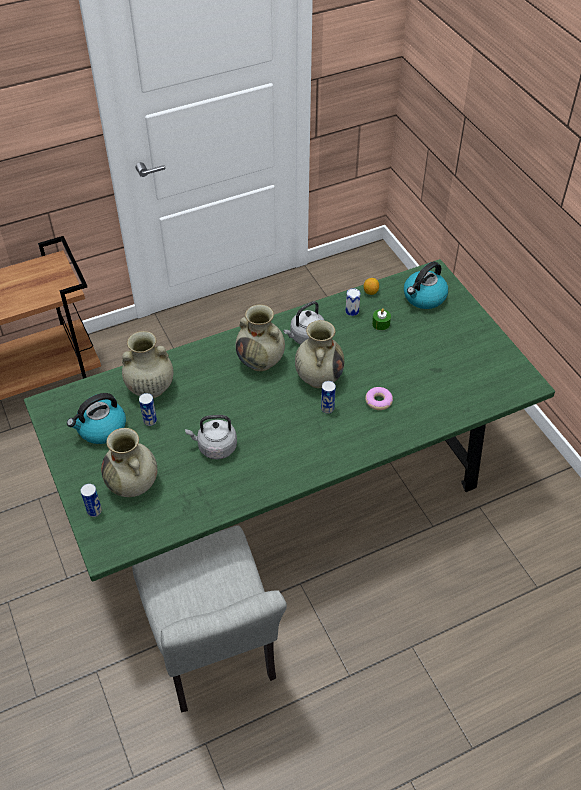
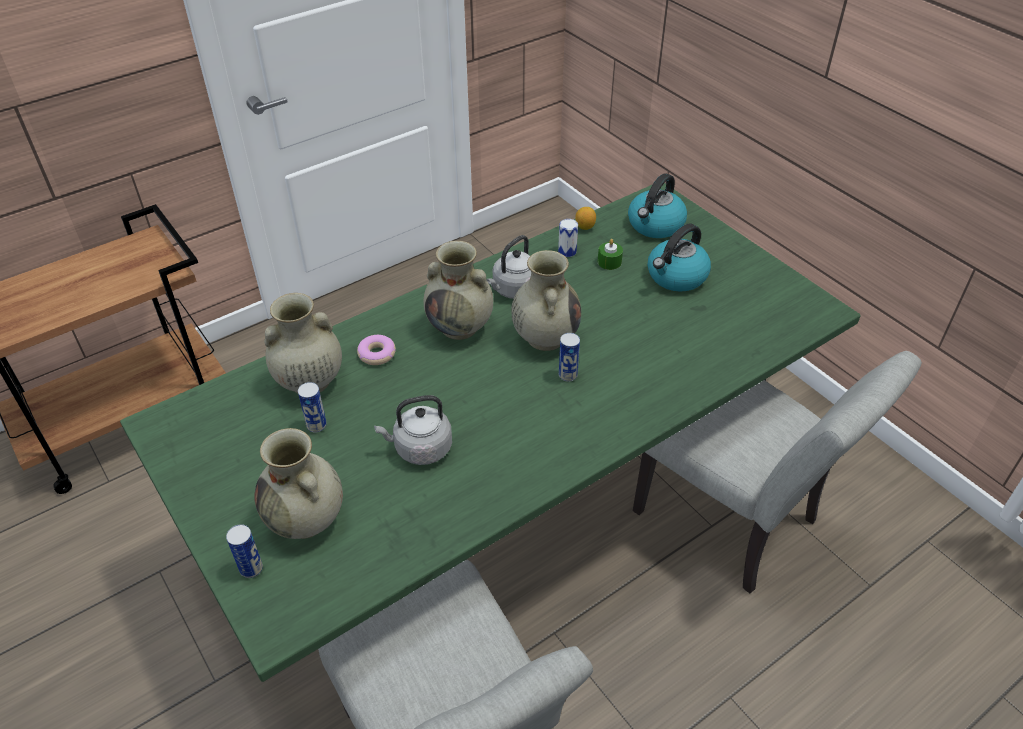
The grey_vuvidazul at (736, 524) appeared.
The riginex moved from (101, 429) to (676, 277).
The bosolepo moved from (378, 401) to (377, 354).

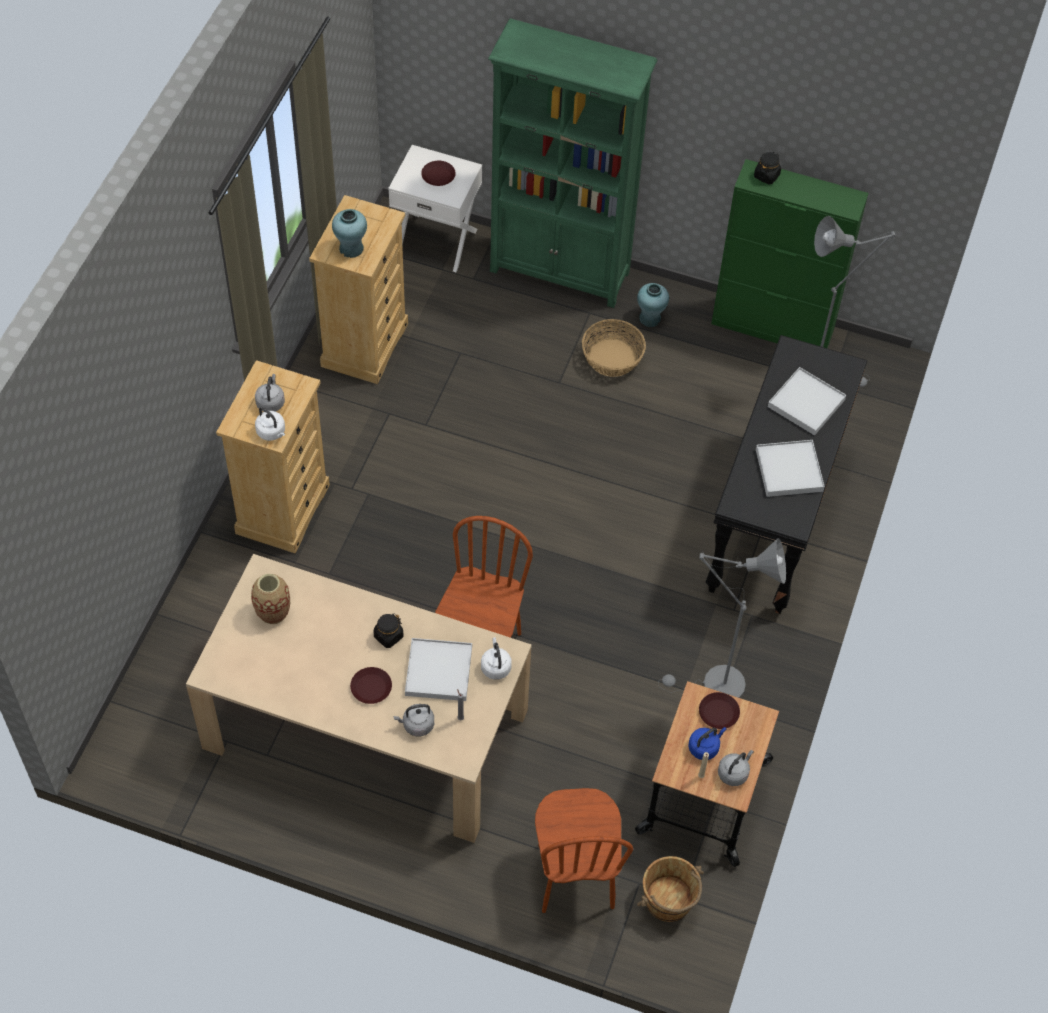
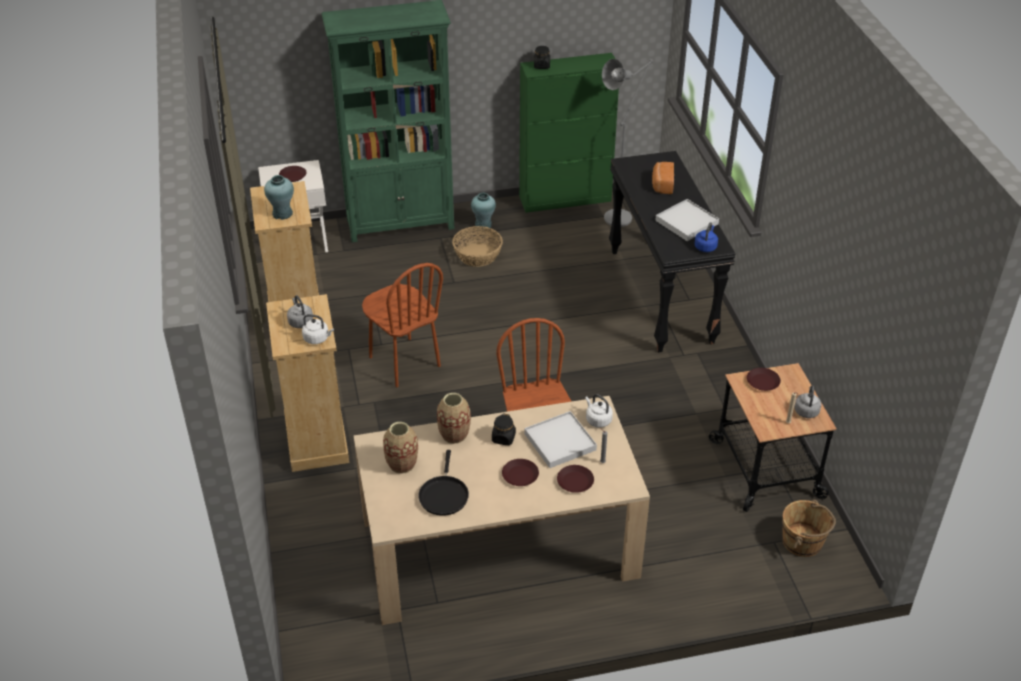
The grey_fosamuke at (715, 685) disappeared.
The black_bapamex at (443, 495) appeared.
The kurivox at (454, 434) appeared.
The brown_vuvidazul moved from (575, 876) to (404, 362).
The blue_riginex moved from (704, 747) to (705, 246).
The grey_riginex at (416, 725) was replaced by the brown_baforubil at (575, 482).
The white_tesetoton at (806, 403) was replaced by the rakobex at (662, 185).

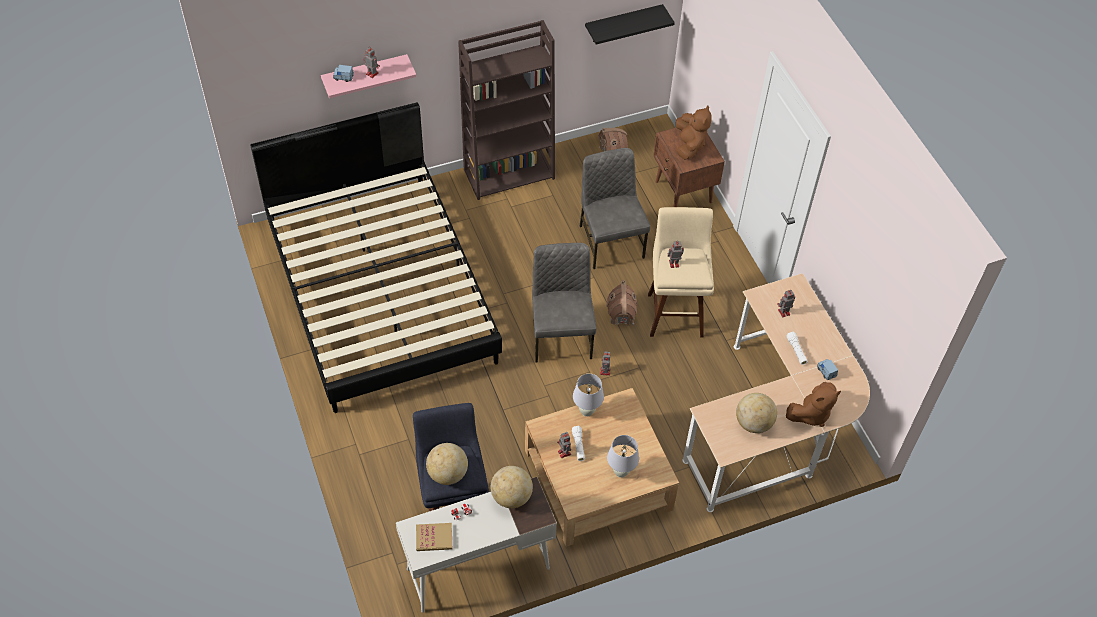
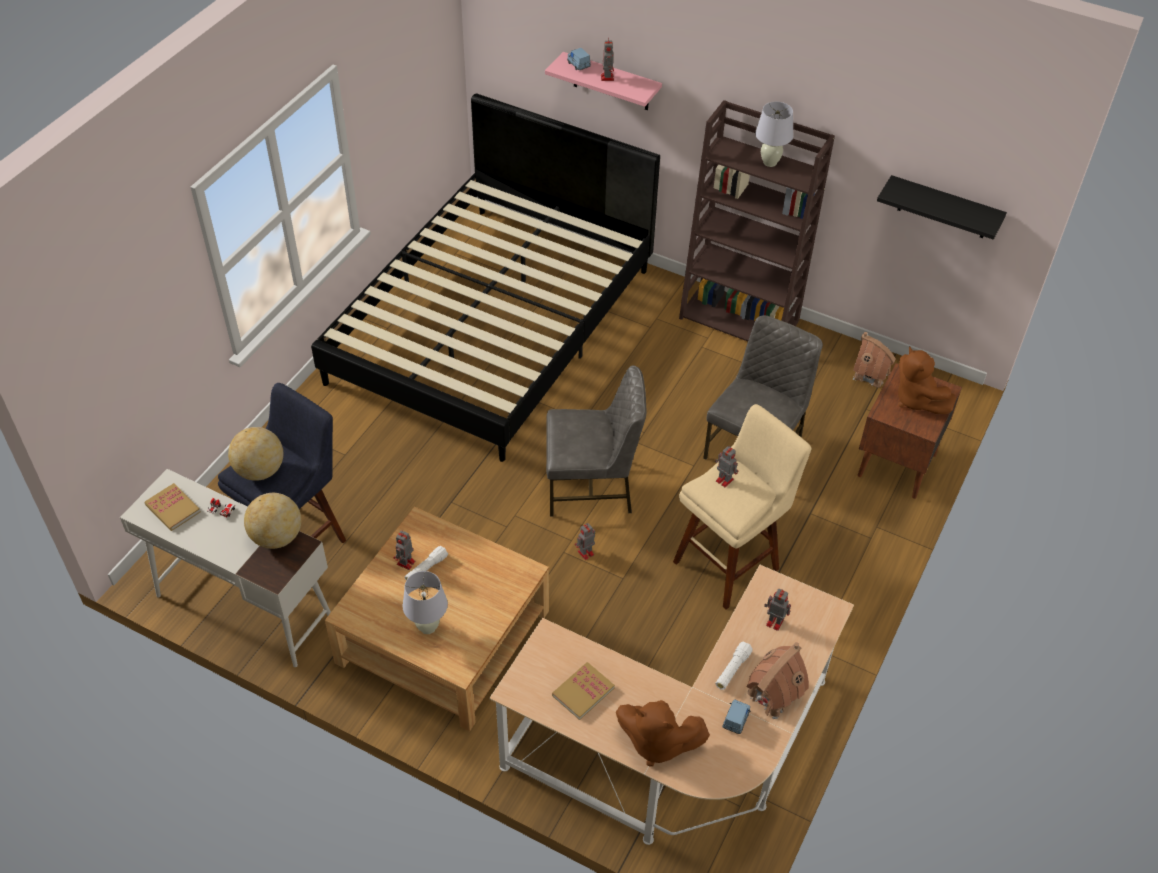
The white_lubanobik moved from (586, 411) to (769, 162).
The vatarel moved from (621, 315) to (773, 693).
The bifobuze at (753, 423) was replaced by the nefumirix at (583, 692).
The grey_vuvidazul at (561, 334) turned 45 degrees clockwise.
The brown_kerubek at (689, 145) turned 105 degrees clockwise.

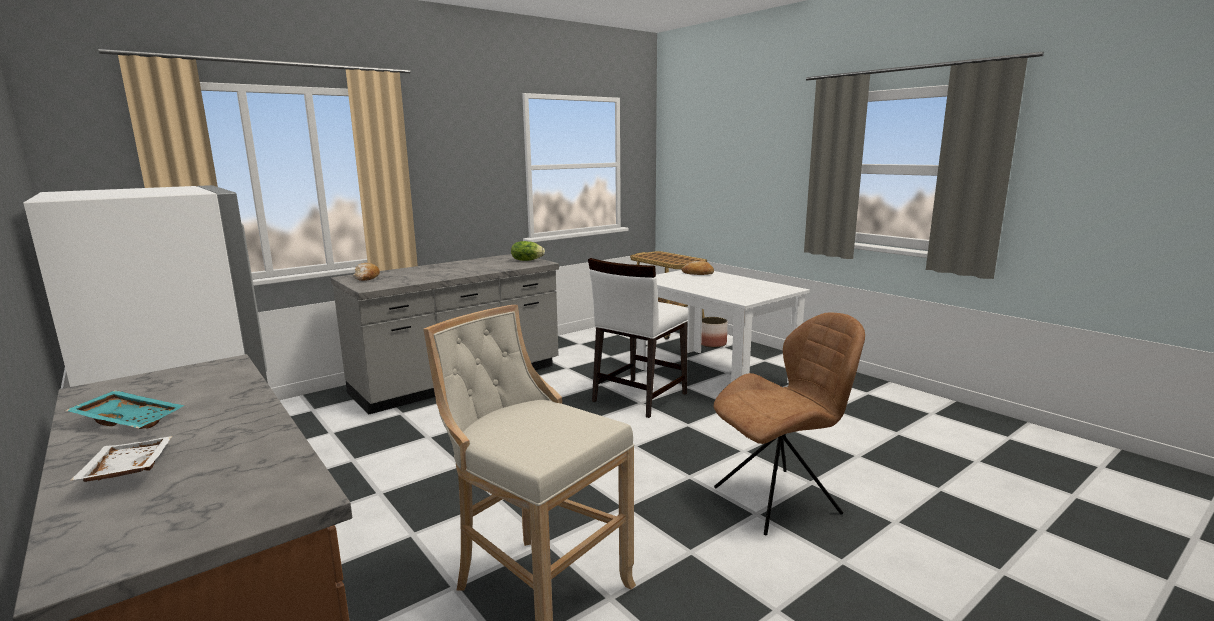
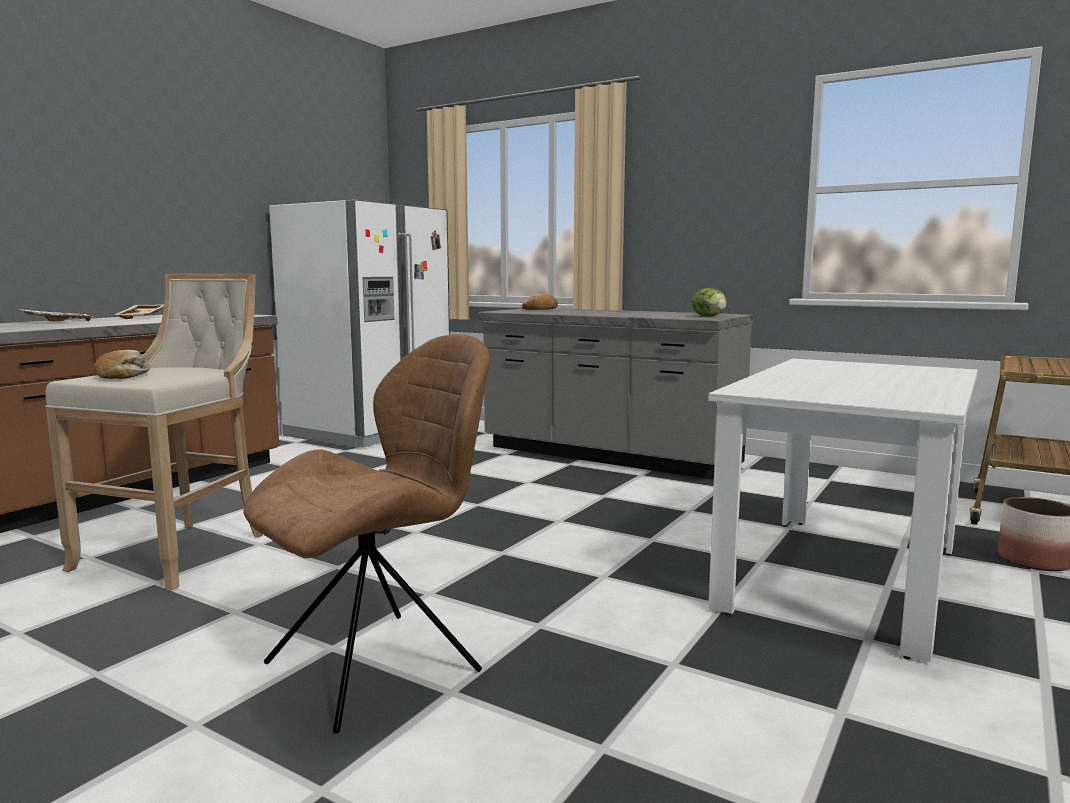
The white_vuvidazul at (638, 397) disappeared.
The rakobex moved from (698, 273) to (124, 376).
The turquoise_tesetoton at (131, 419) became the beige_tesetoton at (143, 317).
The brown_vuvidazul at (780, 499) turned 90 degrees counterclockwise.

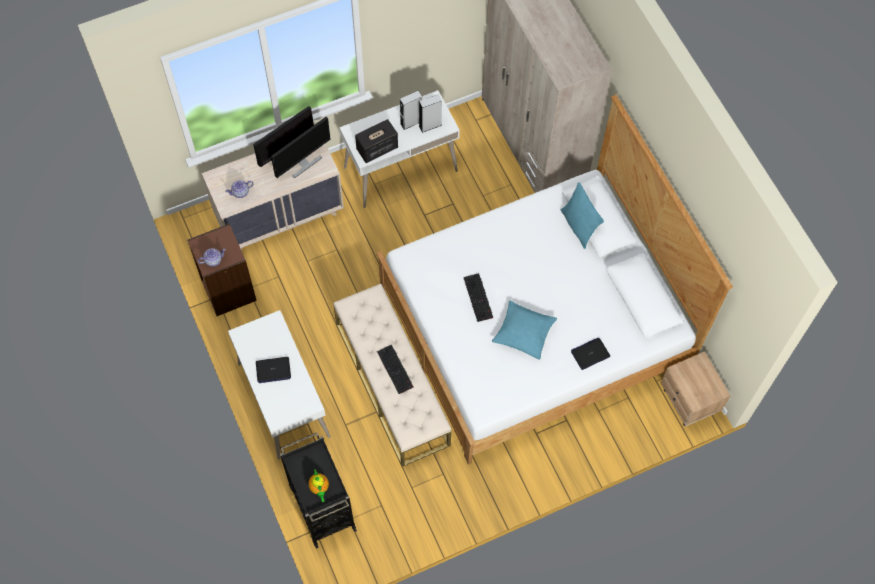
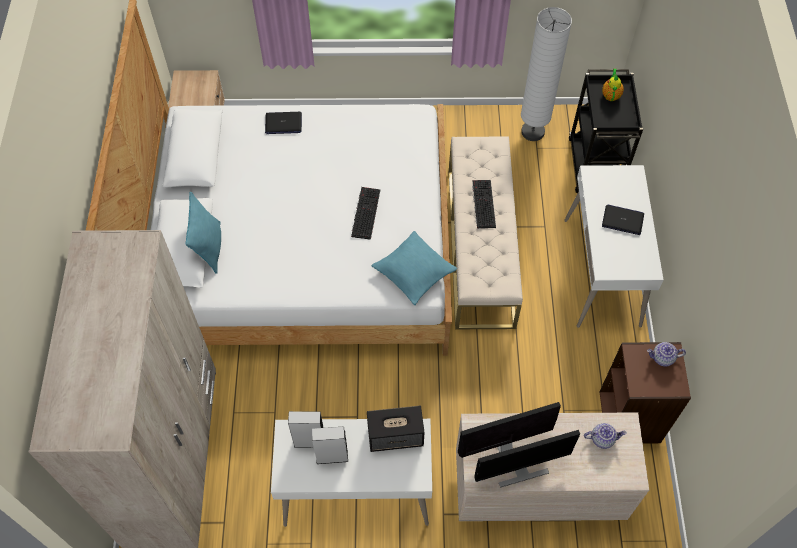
The white_fosamuke at (533, 132) appeared.
The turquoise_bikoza moved from (524, 333) to (414, 272).

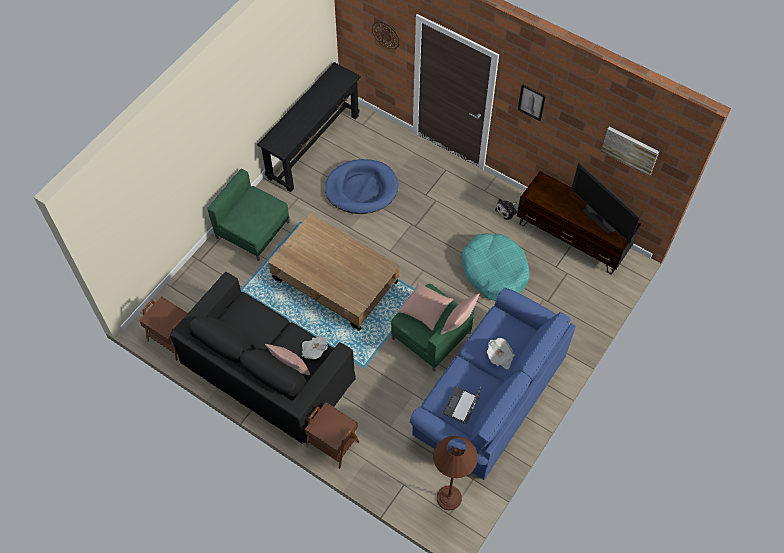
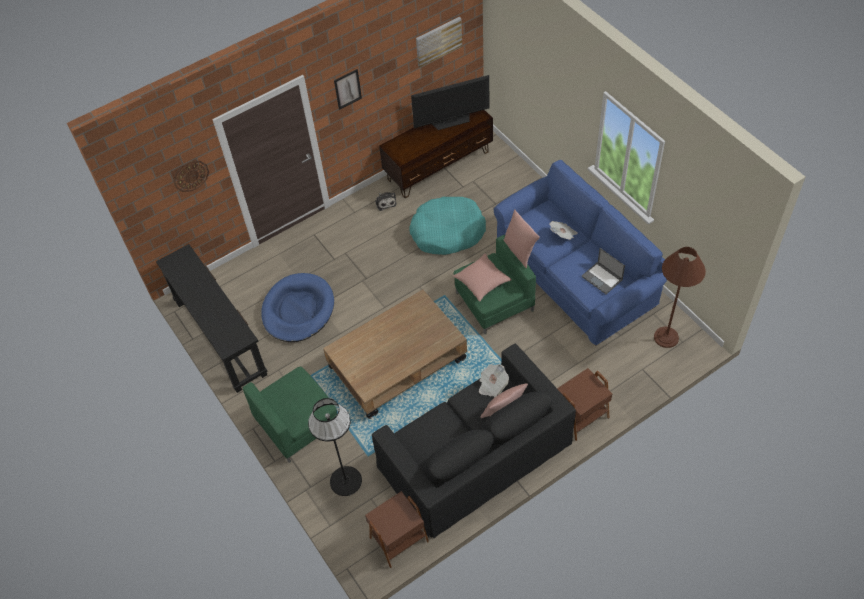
The black_fosamuke at (345, 481) appeared.

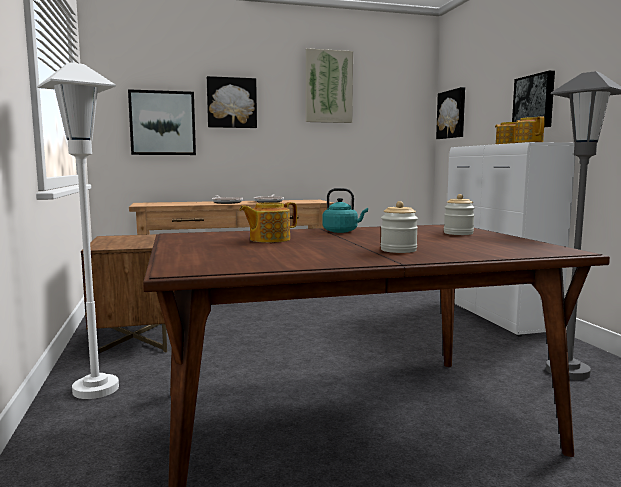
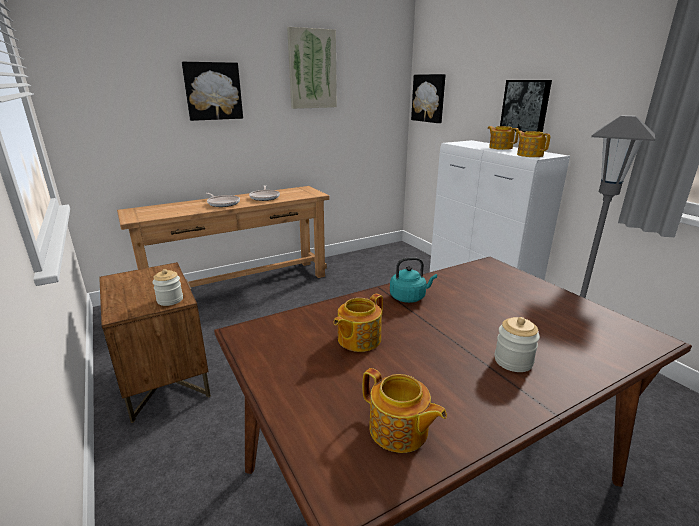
The white_fosamuke at (96, 389) disappeared.
The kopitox at (162, 123) disappeared.
The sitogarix at (399, 430) appeared.
The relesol moved from (458, 233) to (170, 300).

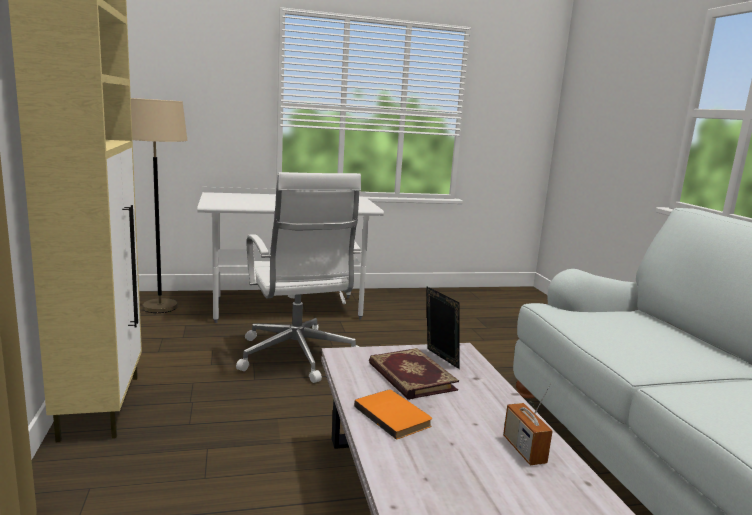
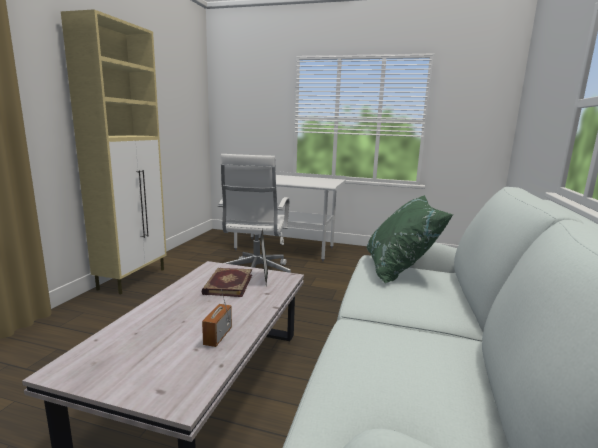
The beige_fosamuke at (160, 307) disappeared.
The orange_nefumirix at (394, 415) disappeared.
The green_bikoza at (399, 270) appeared.

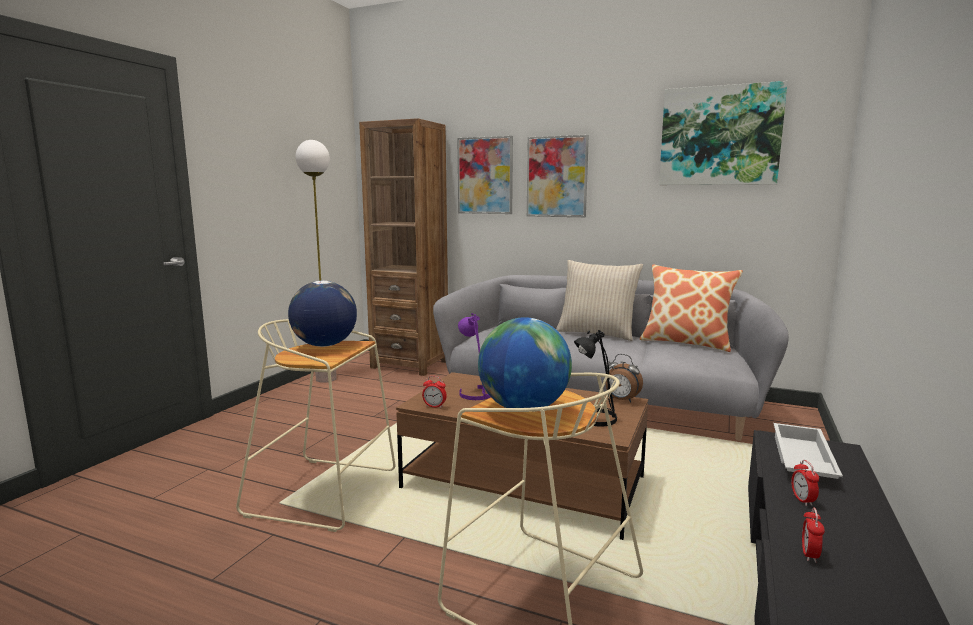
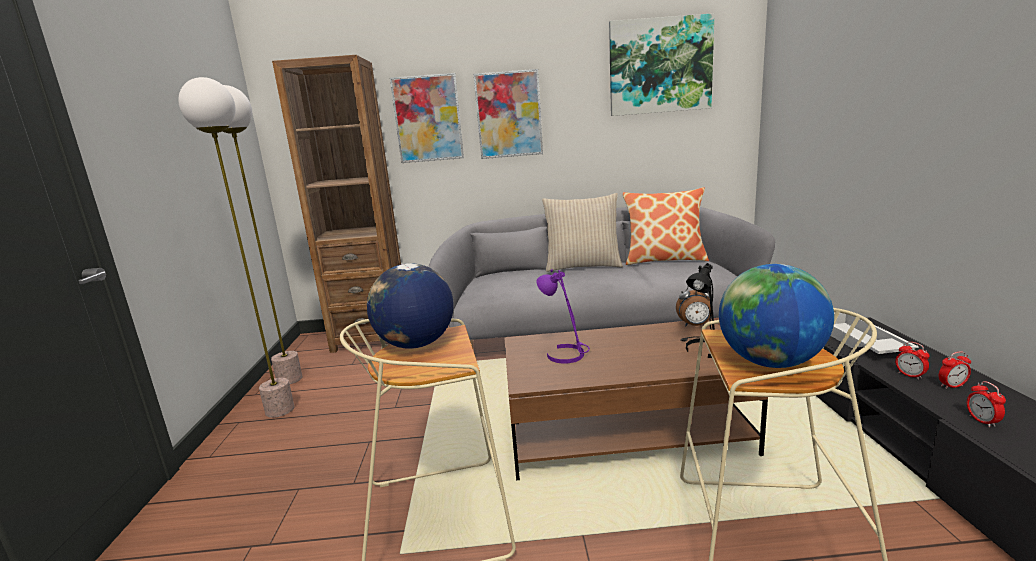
The fosamuke at (279, 410) appeared.
The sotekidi moved from (434, 406) to (952, 386).

